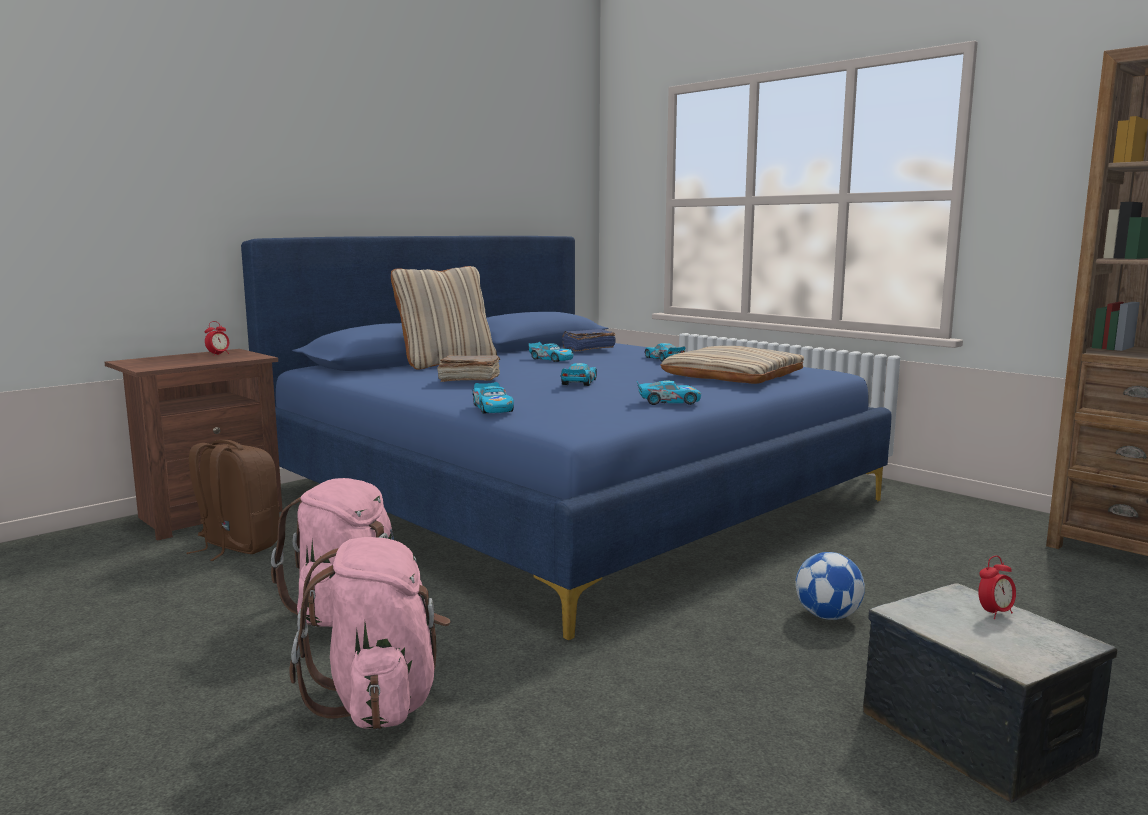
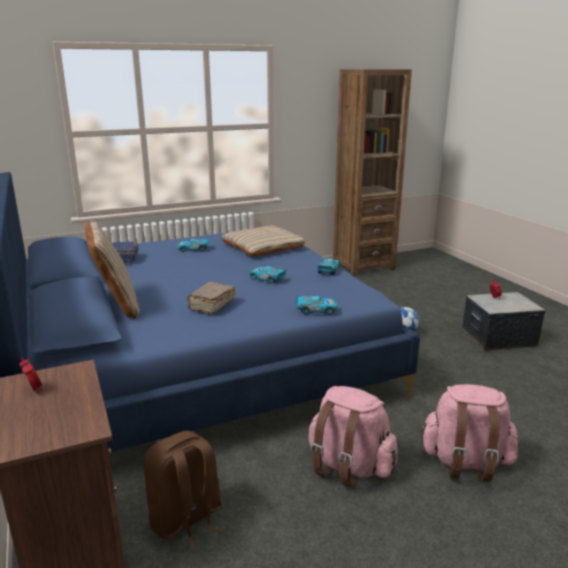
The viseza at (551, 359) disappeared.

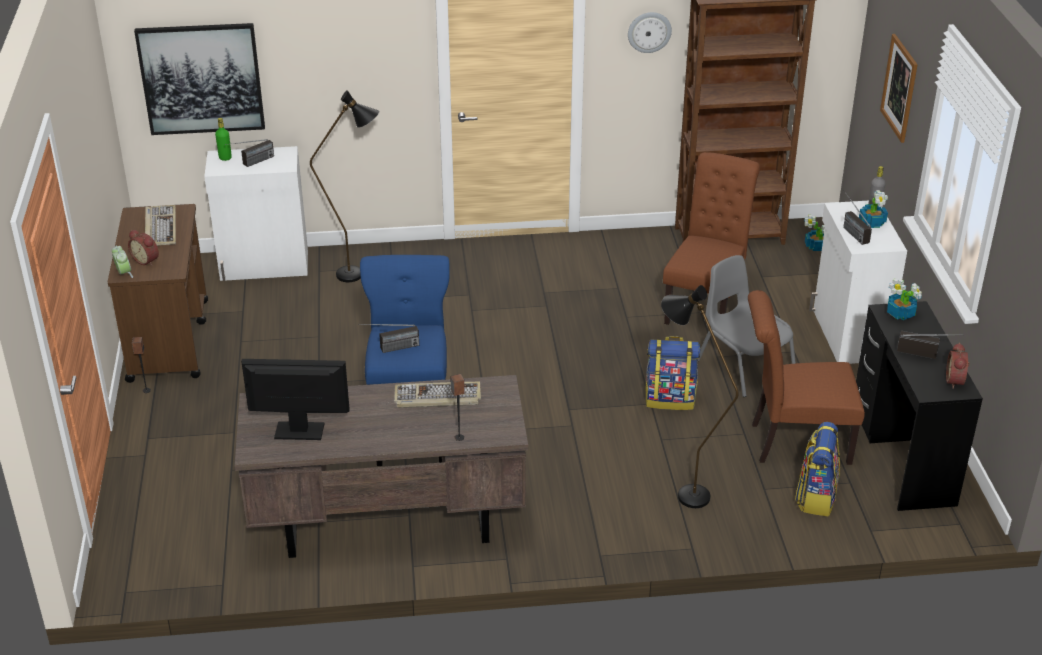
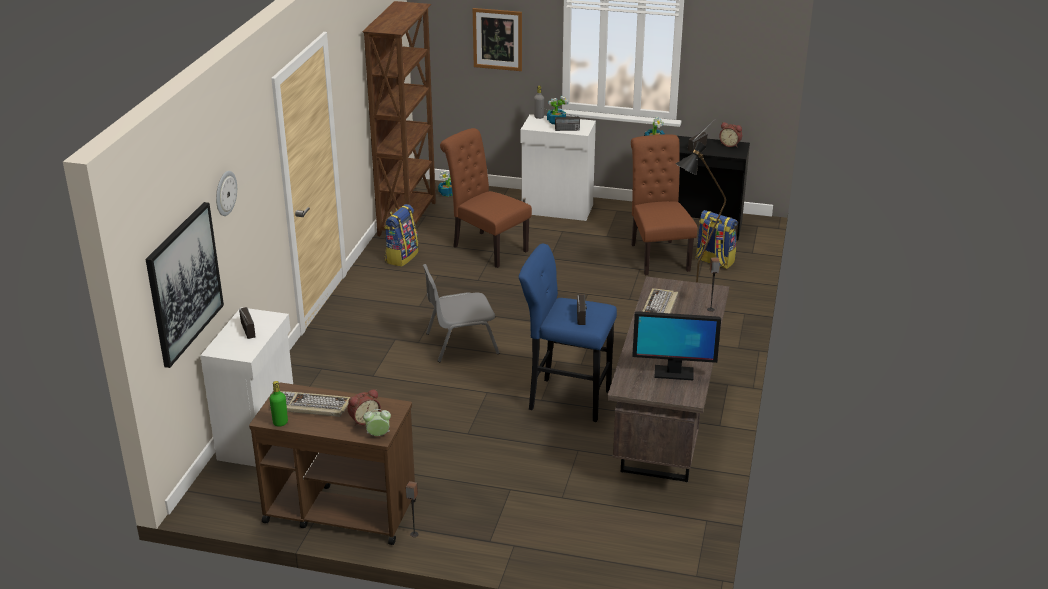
The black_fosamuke at (359, 275) disappeared.
The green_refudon moved from (225, 158) to (280, 423).
The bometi moved from (649, 32) to (225, 193).
The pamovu moved from (670, 399) to (401, 257).
The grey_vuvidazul moved from (744, 365) to (460, 343).
The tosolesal at (300, 431) turned 105 degrees counterclockwise.
The brown_vuvidazul at (793, 442) turned 150 degrees clockwise.

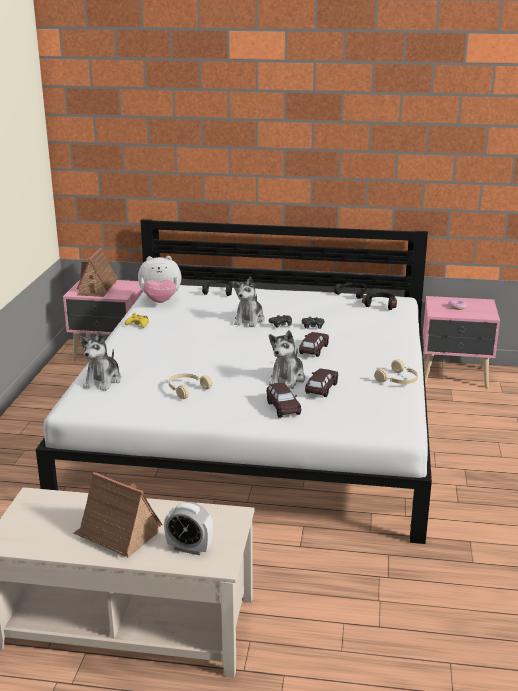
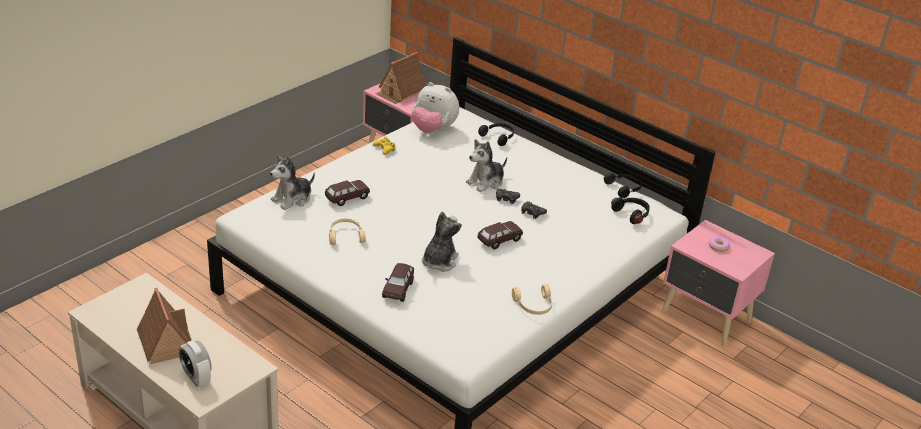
The brown_viseza moved from (321, 389) to (347, 198).
The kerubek at (287, 379) turned 150 degrees clockwise.

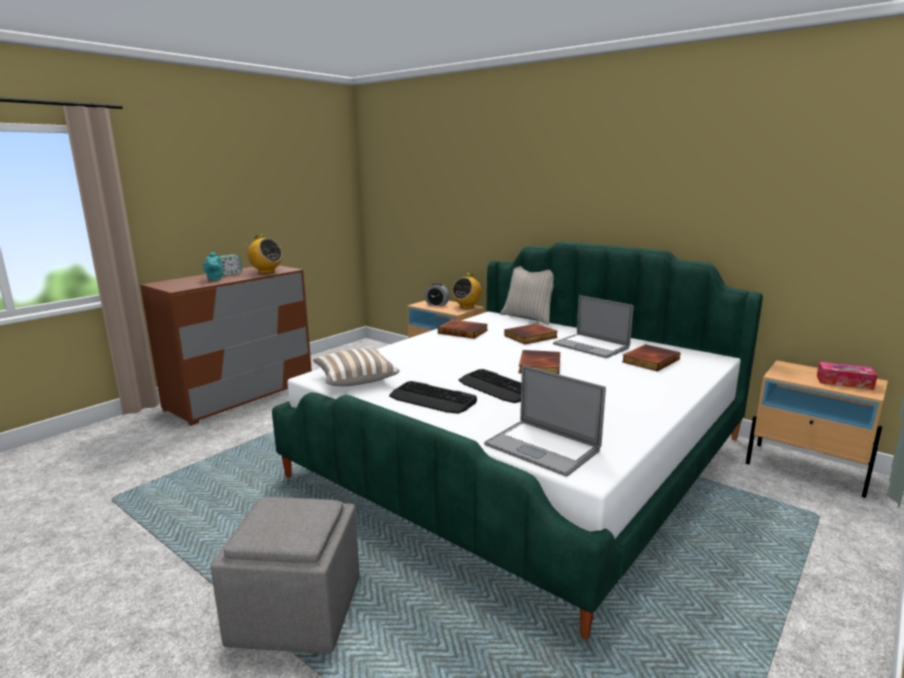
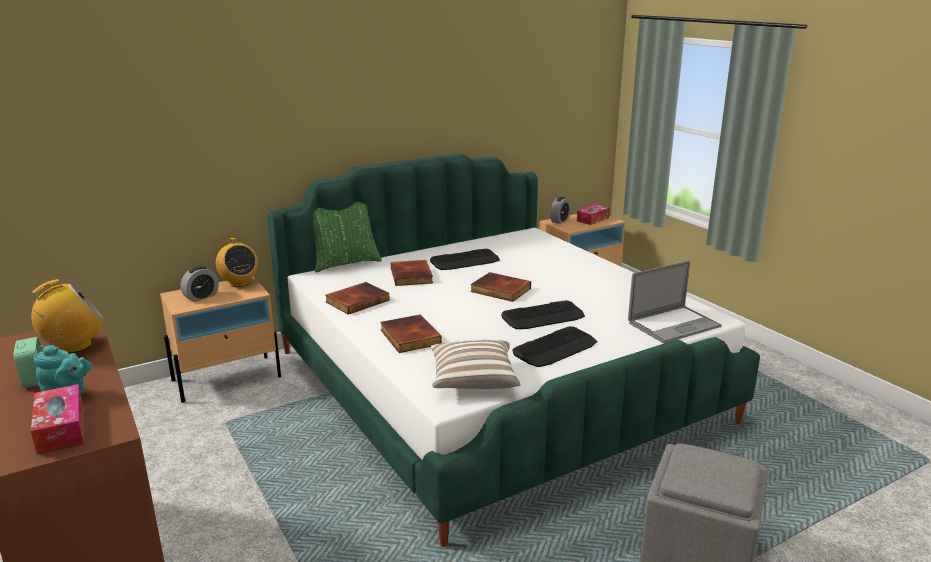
The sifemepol at (61, 429) appeared.
The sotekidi at (559, 221) appeared.
The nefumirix moved from (649, 360) to (409, 337).
The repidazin at (590, 346) was replaced by the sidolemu at (465, 261).
The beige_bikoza at (529, 318) became the green_bikoza at (345, 263).

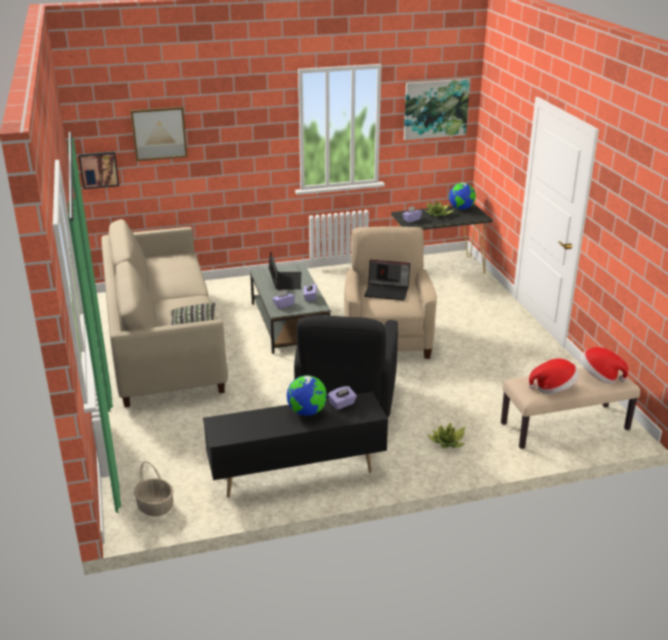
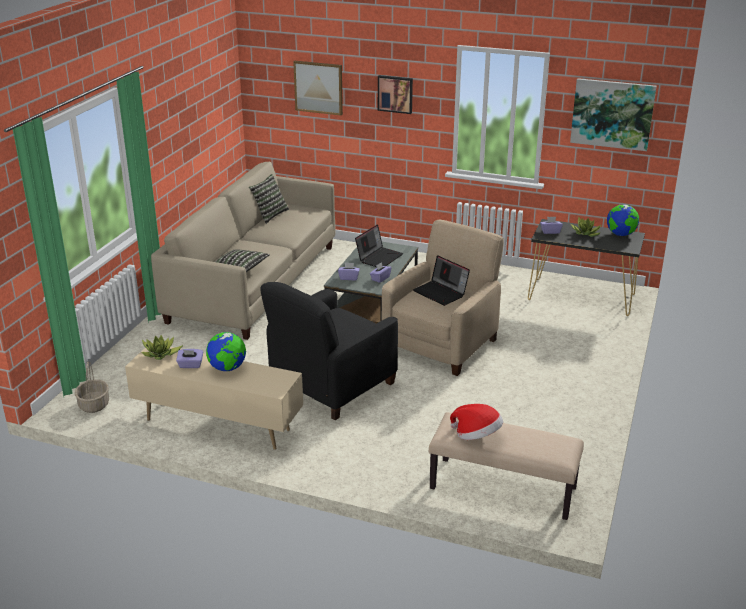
The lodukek at (599, 377) disappeared.
The bikoza at (269, 214) appeared.
The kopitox moved from (99, 169) to (395, 94).
The purple_sifemepol moved from (342, 404) to (190, 365).
The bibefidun moved from (447, 443) to (161, 354).
The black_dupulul at (296, 473) became the beige_dupulul at (218, 424).

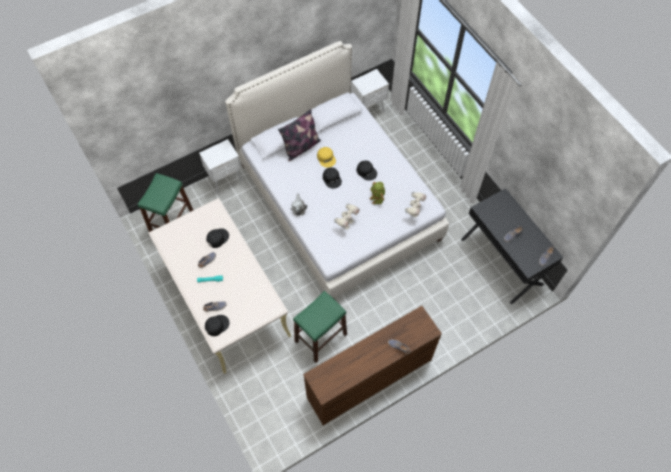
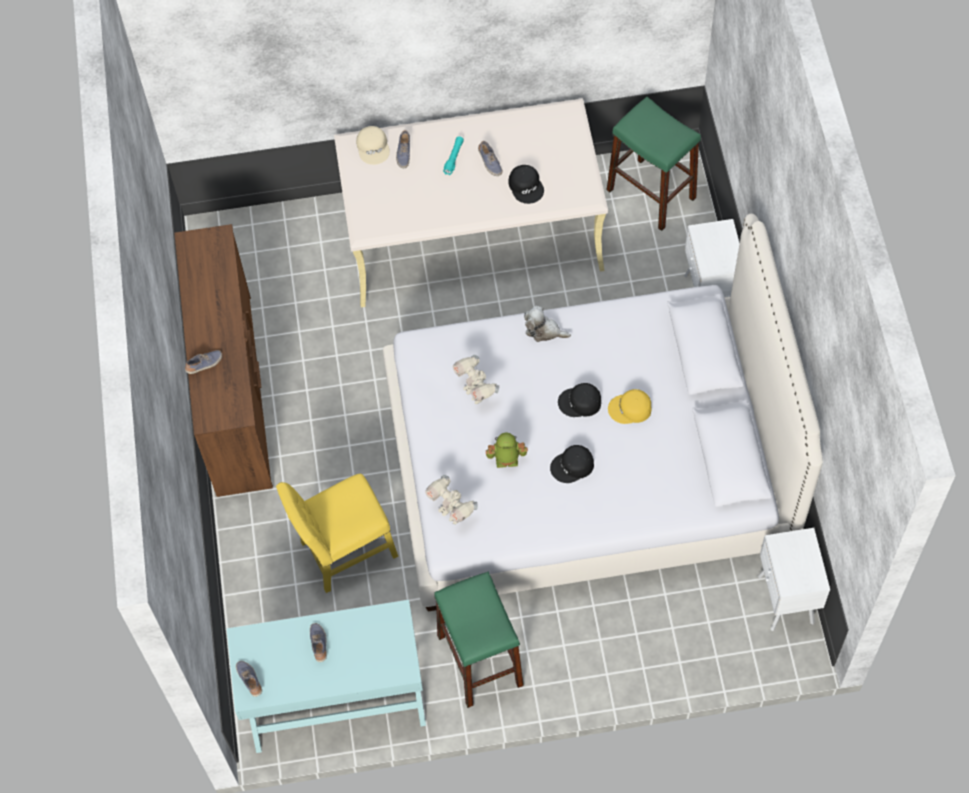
The bikoza at (301, 147) disappeared.
The yellow_vuvidazul at (344, 552) appeared.
The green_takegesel moved from (321, 337) to (480, 660).
The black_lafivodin at (216, 325) became the beige_lafivodin at (373, 147).
The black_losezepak at (502, 261) became the turquoise_losezepak at (336, 700).

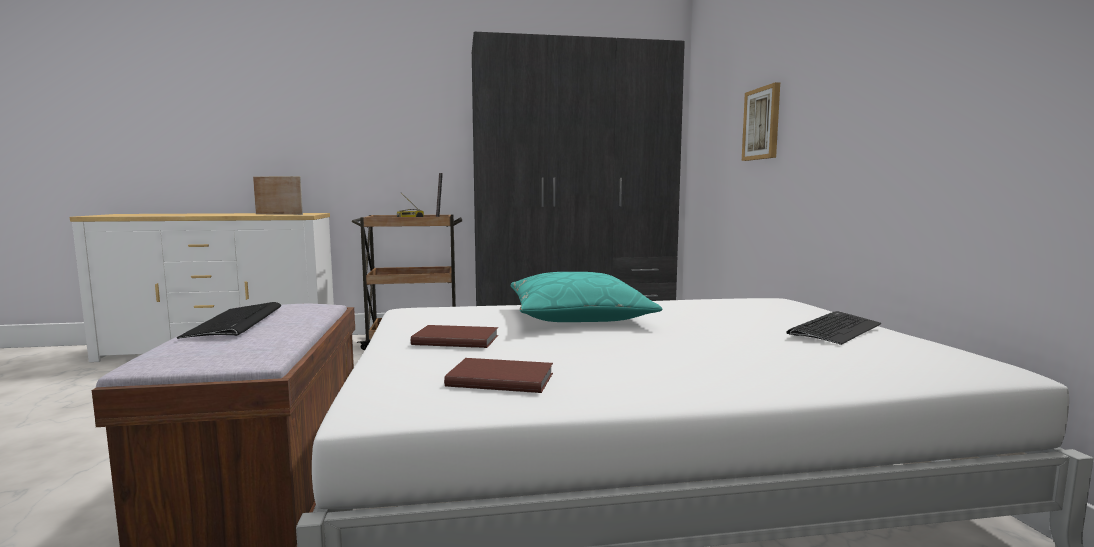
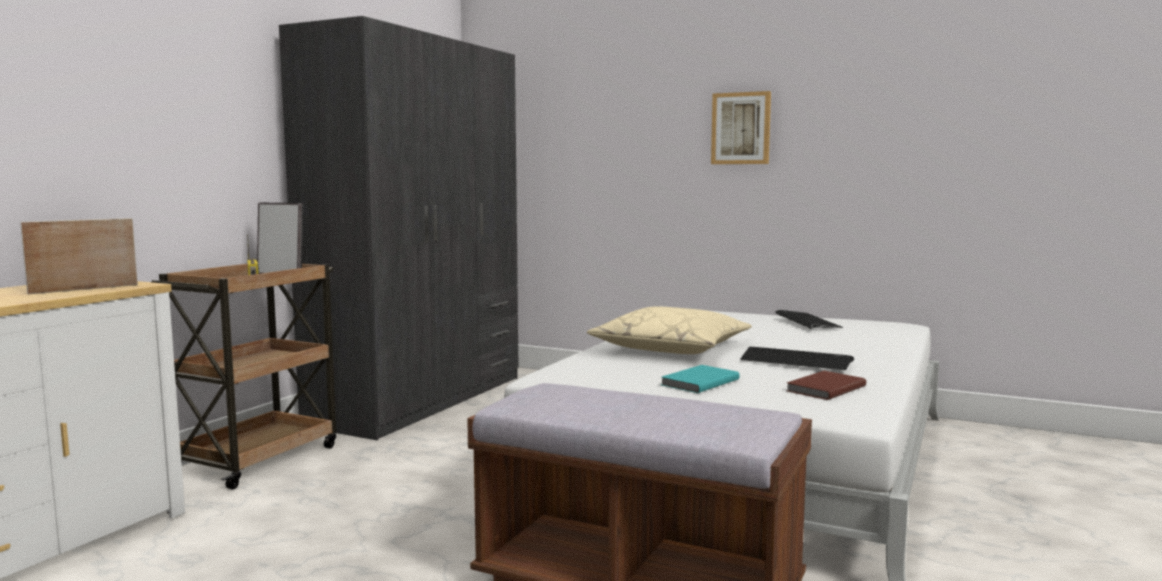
The sidolemu moved from (236, 322) to (796, 360).
The kopitox moved from (762, 123) to (741, 128).
The brown_nefumirix at (455, 339) became the turquoise_nefumirix at (698, 382).
The turquoise_bikoza at (578, 316) became the beige_bikoza at (671, 348).

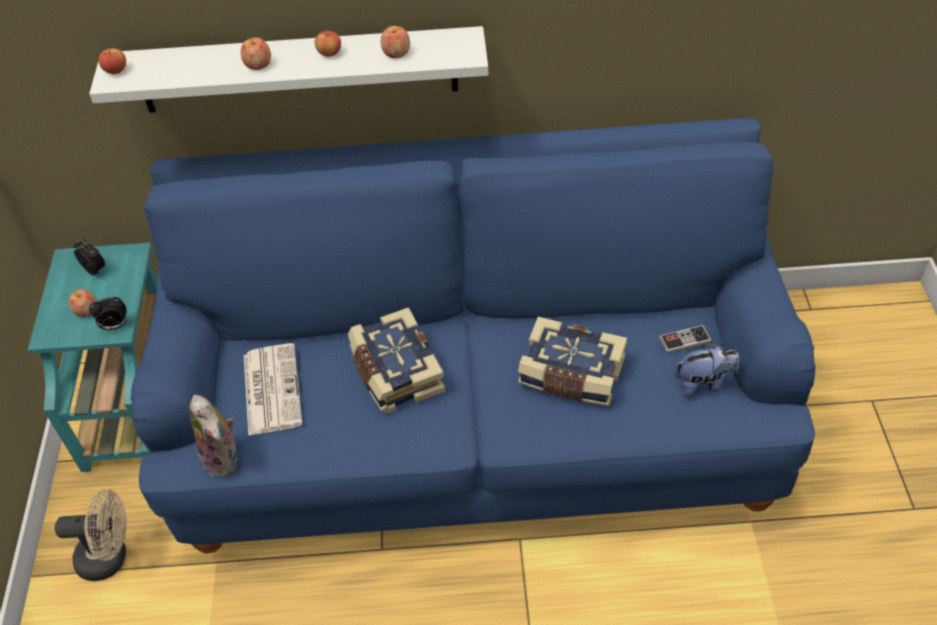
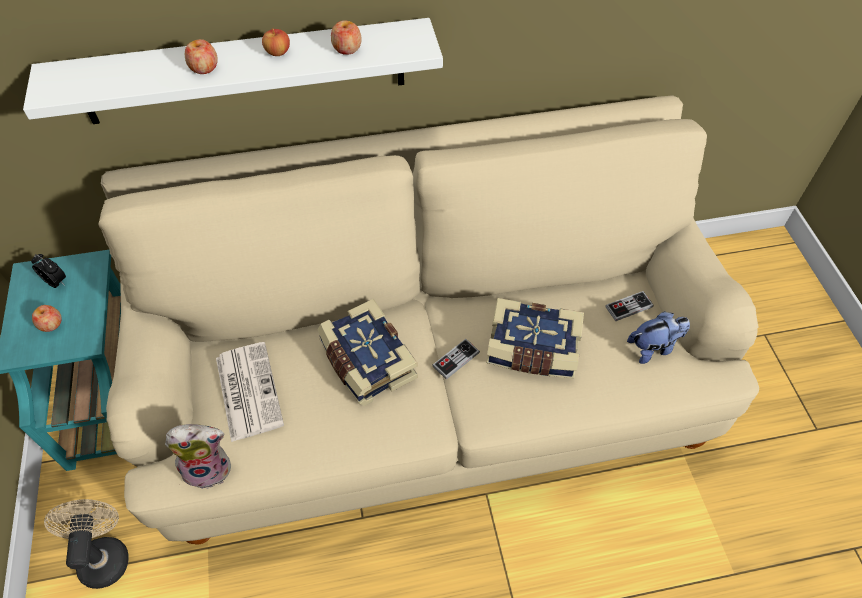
The sotekidi at (115, 326) disappeared.
The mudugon at (116, 70) disappeared.
The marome at (456, 359) appeared.
The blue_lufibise at (475, 427) became the beige_lufibise at (430, 391).
The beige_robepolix at (110, 557) turned 90 degrees counterclockwise.
The kerubek at (224, 458) turned 60 degrees counterclockwise.

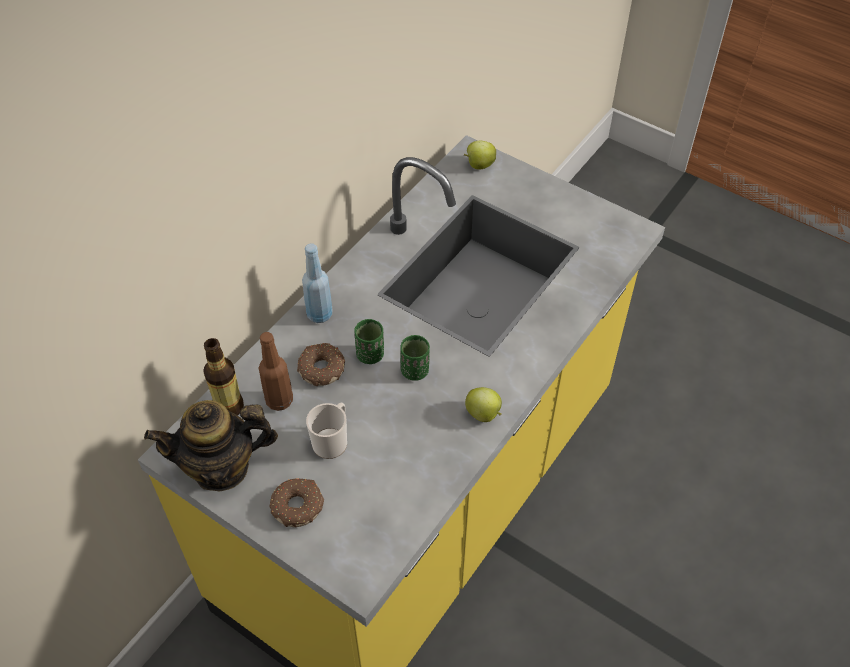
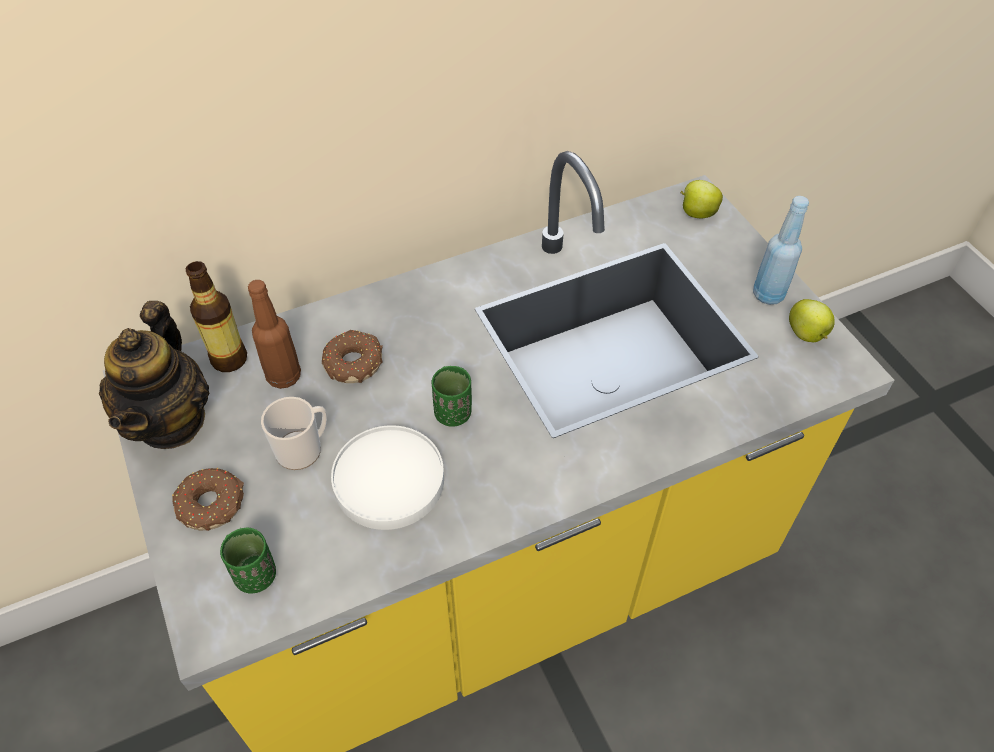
The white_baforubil at (389, 480) appeared.
The blue_refudon moved from (319, 314) to (768, 294).
The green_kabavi moved from (370, 355) to (256, 575).
The mudugon moved from (484, 414) to (806, 335).
The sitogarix at (221, 467) turned 105 degrees counterclockwise.

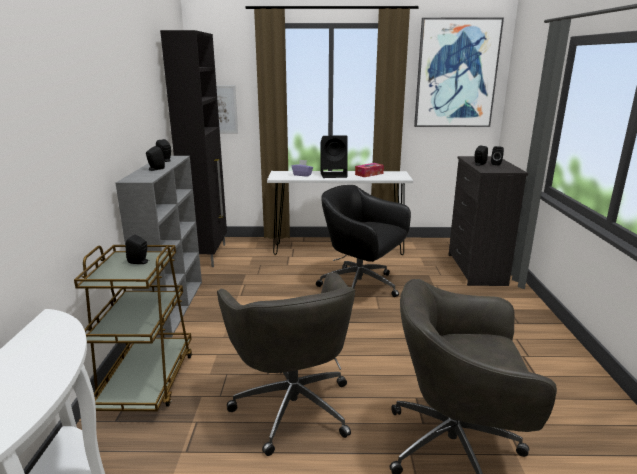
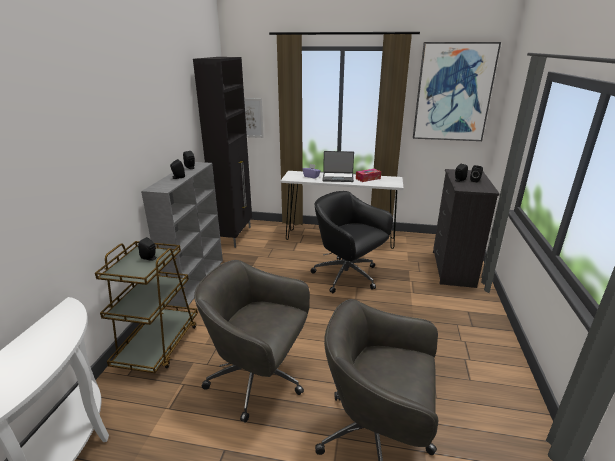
The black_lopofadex at (334, 175) was replaced by the repidazin at (338, 178).
The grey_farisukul at (292, 405) turned 120 degrees clockwise.

